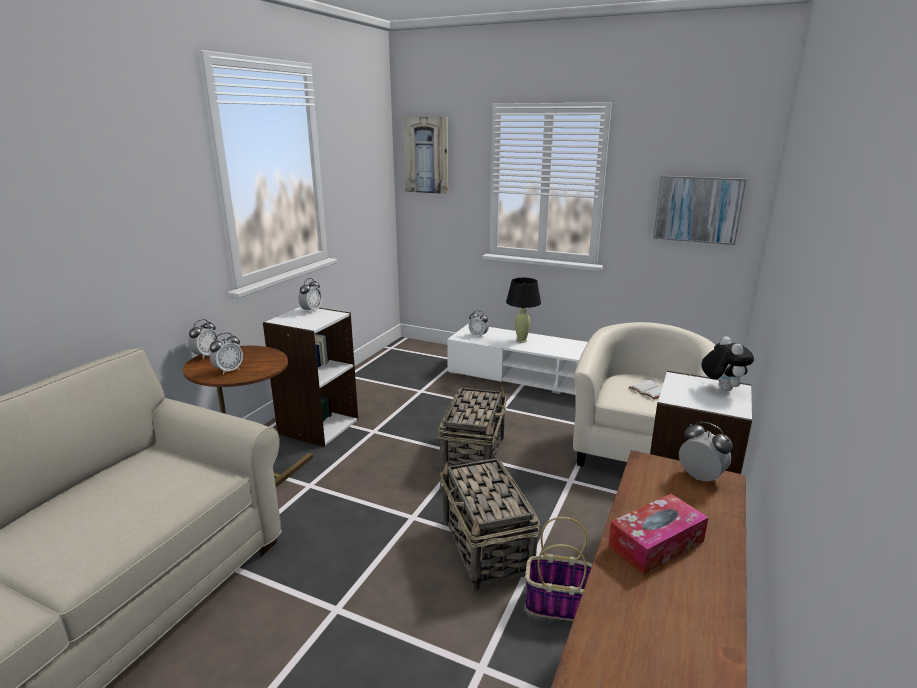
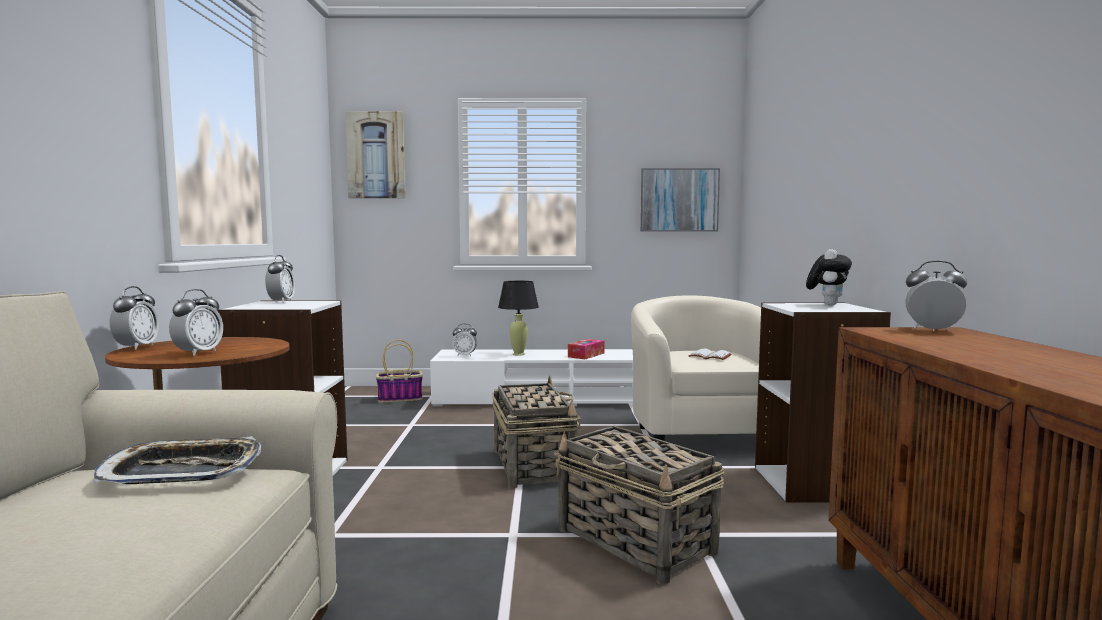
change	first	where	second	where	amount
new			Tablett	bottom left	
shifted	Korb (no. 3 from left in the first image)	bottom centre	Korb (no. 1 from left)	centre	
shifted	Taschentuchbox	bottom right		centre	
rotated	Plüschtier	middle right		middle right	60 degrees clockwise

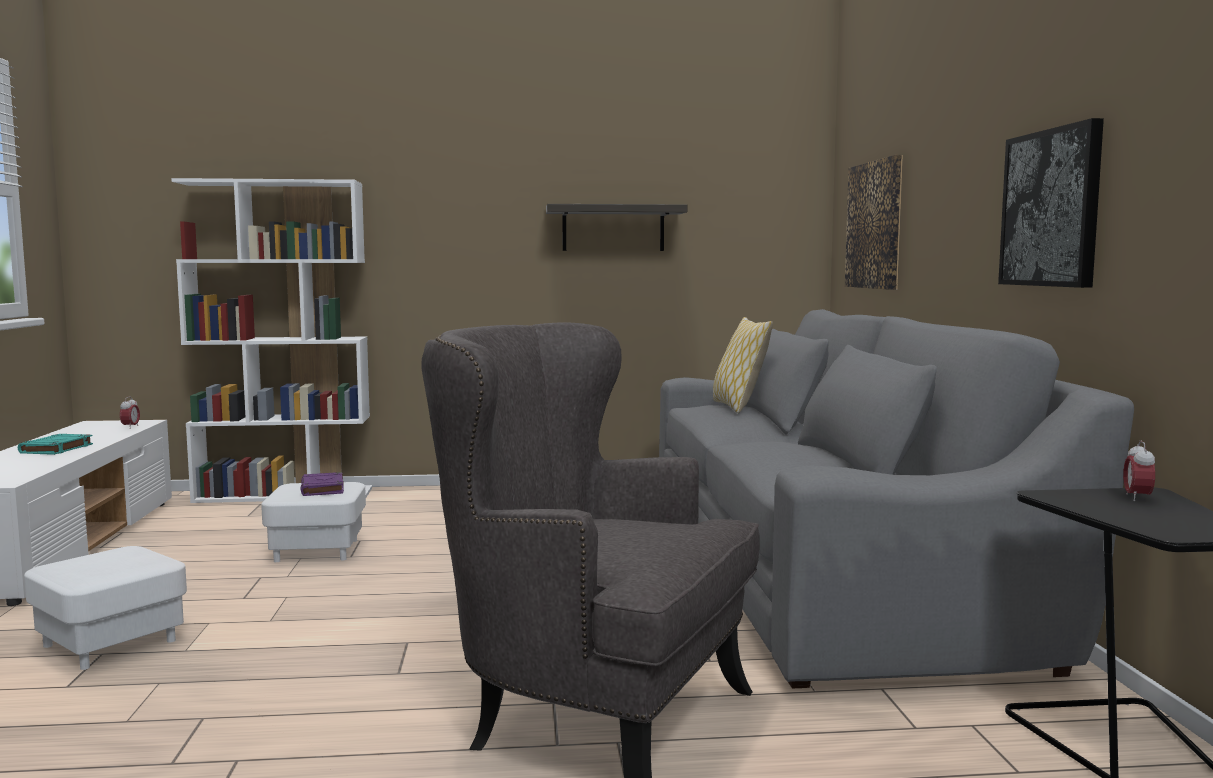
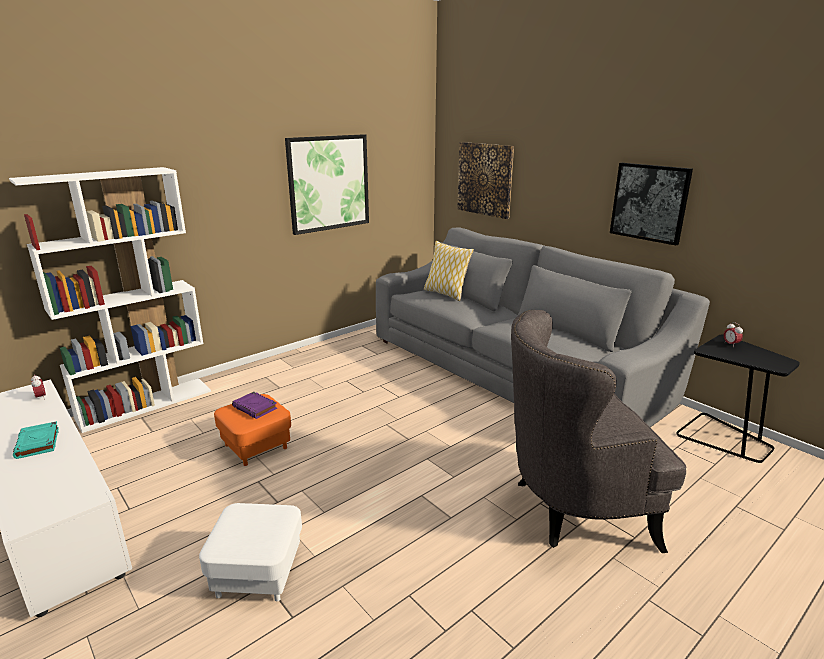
change	first	where	second	where	amount
swapped	Wandregal	top centre	Bild (no. 1 from left)	top centre	
repainted	Polsterhocker/weiß (no. 2 from left)	bottom left	Polsterhocker/orange	middle left	

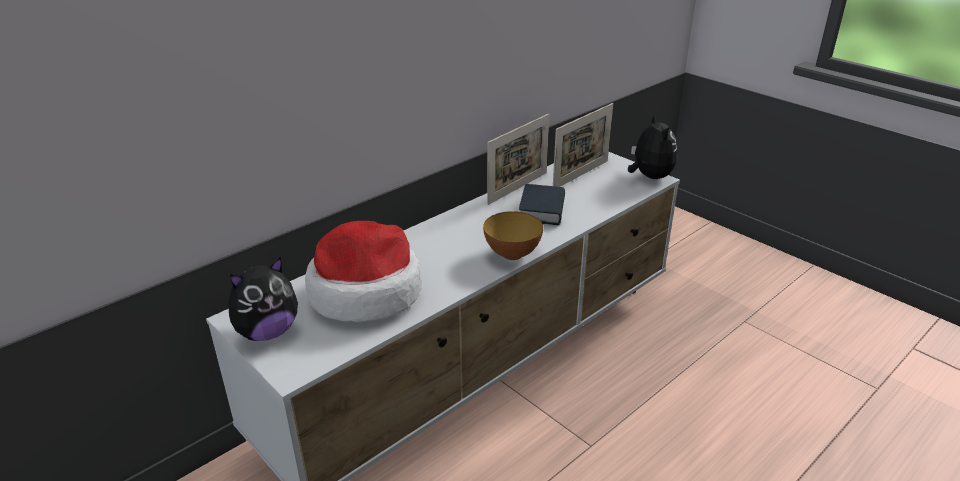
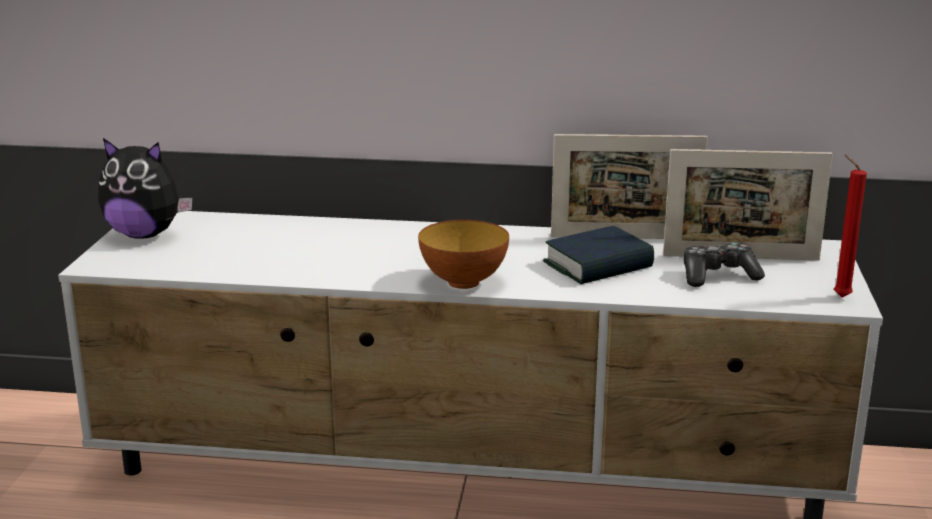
change	first	where	second	where	amount
gone	Hut	centre			
new			Gamepad	middle right	
swapped	Plüschtier (no. 2 from left)	top right	Kerze/rot	middle right	

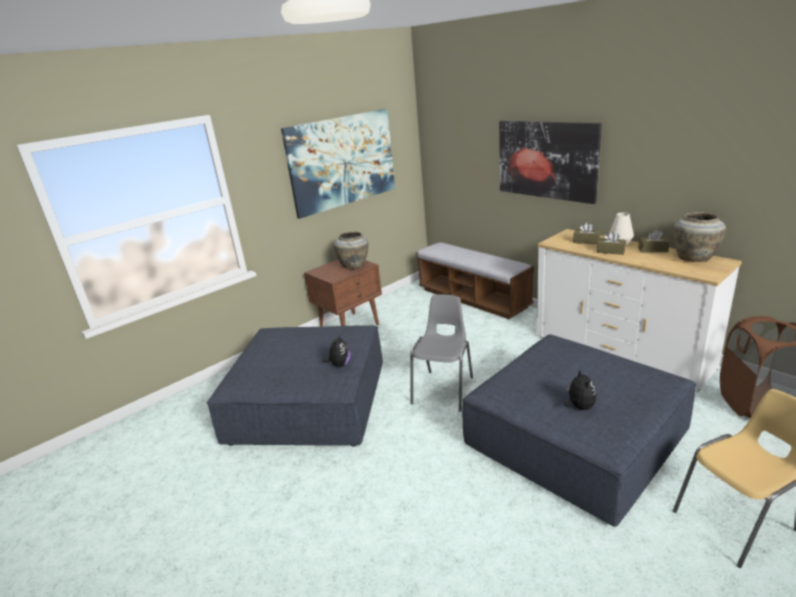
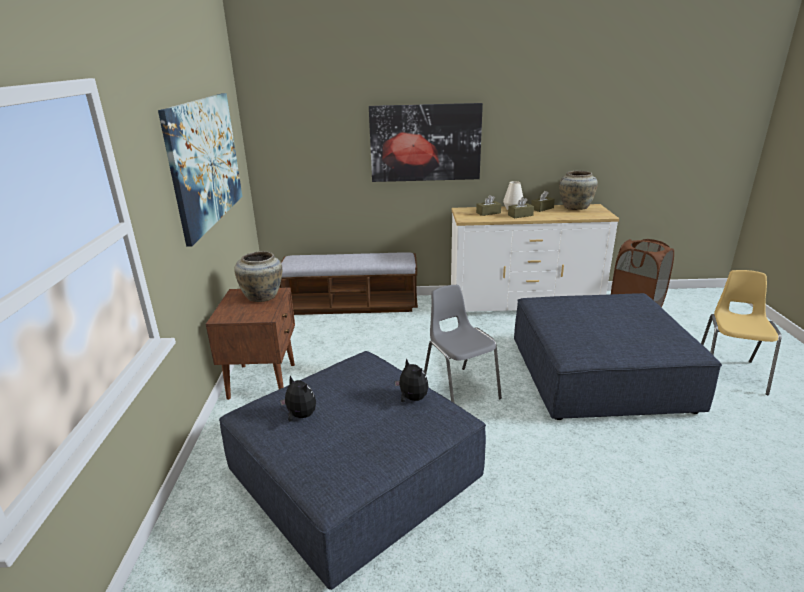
change	first	where	second	where	amount
shifted	Plüschtier (no. 2 from left in the first image)	middle right	Plüschtier (no. 1 from left)	bottom centre	

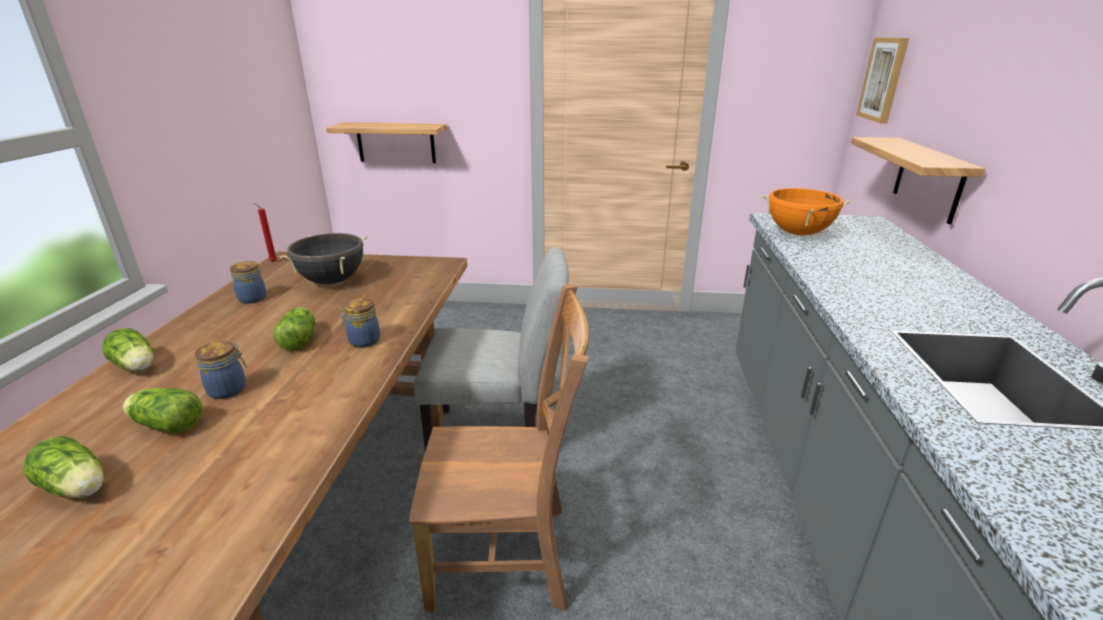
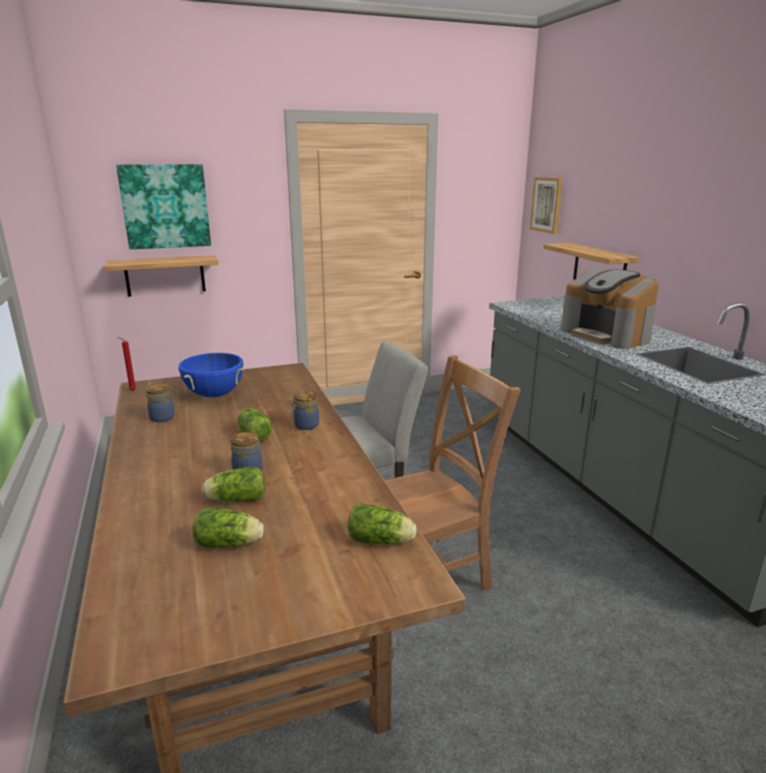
change	first	where	second	where	amount
gone	Kochtopf/orange	middle right			
new			Bild (no. 1 from left)	top left	
new			Kaffeemaschine	middle right	
shifted	Salatkopf (no. 2 from left in the first image)	middle left	Salatkopf (no. 4 from left)	bottom centre	
repainted	Kochtopf/schwarz	middle left	Kochtopf/blau	middle left	

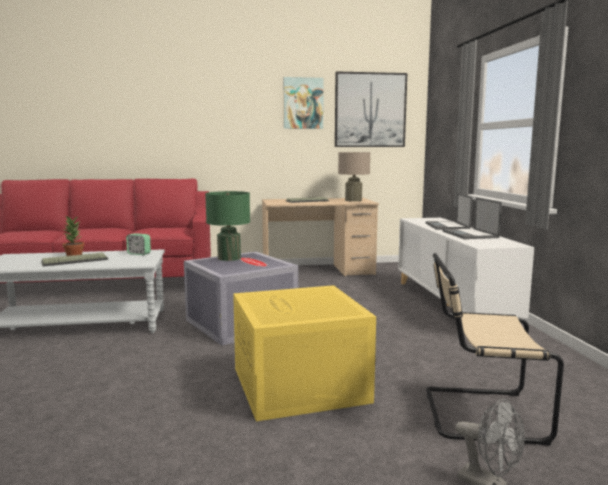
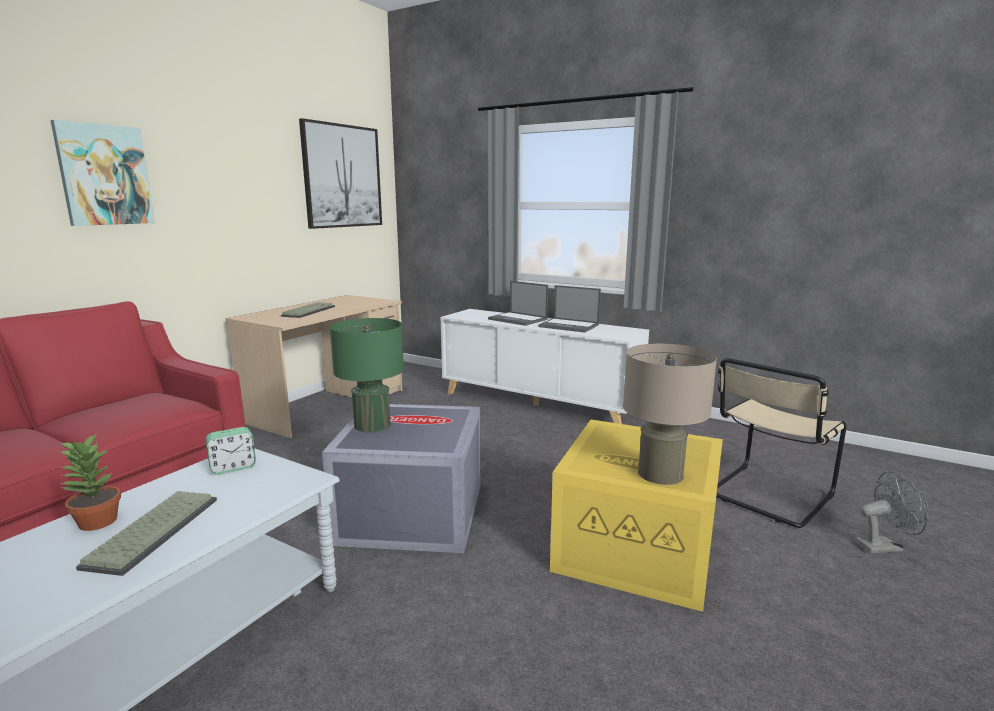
change	first	where	second	where	amount
shifted	Bild (no. 1 from left)	top centre		top left	
shifted	Tischlampe/beige	centre		middle right	

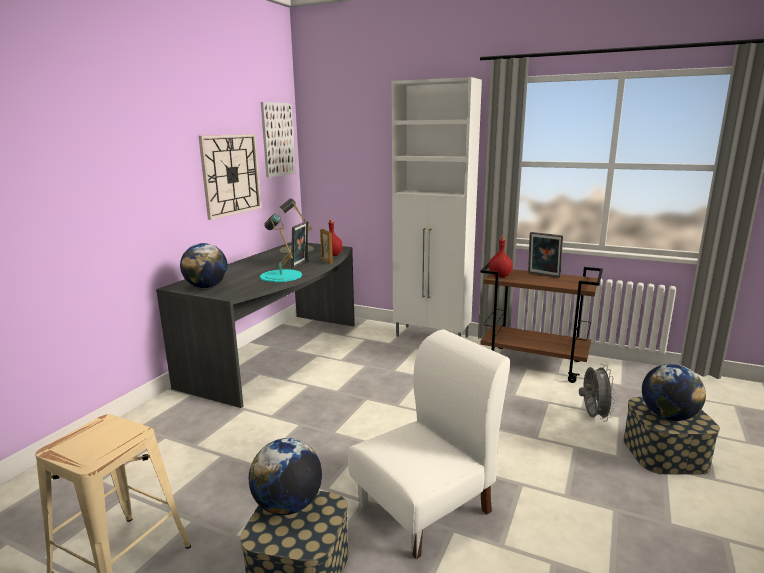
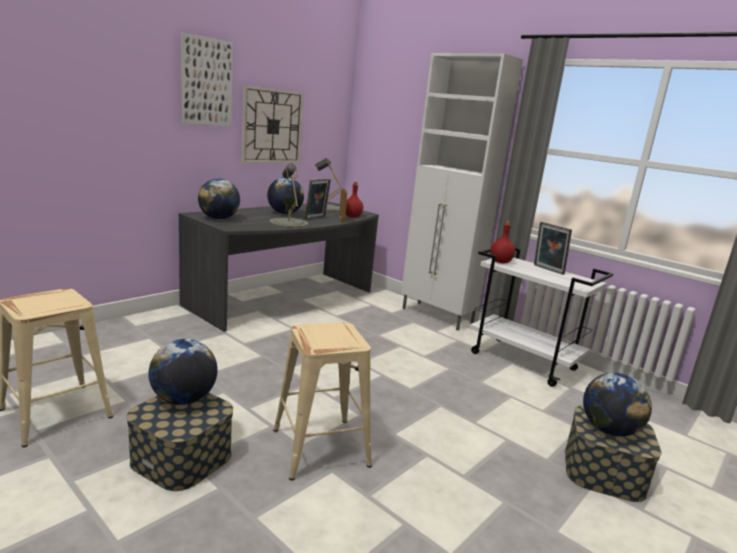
change	first	where	second	where	amount
gone	Ventilator/grau	bottom right			
new			Globus (no. 3 from left)	centre	
shifted	Bild	top centre		top left	
swapped	Stuhl/weiß	bottom centre	Hocker/beige (no. 2 from left)	bottom centre	
repainted	Tischlampe/türkis	centre	Tischlampe/grau (no. 1 from left)	centre	
repainted	Rollwagen/braun	middle right	Rollwagen/weiß	middle right	

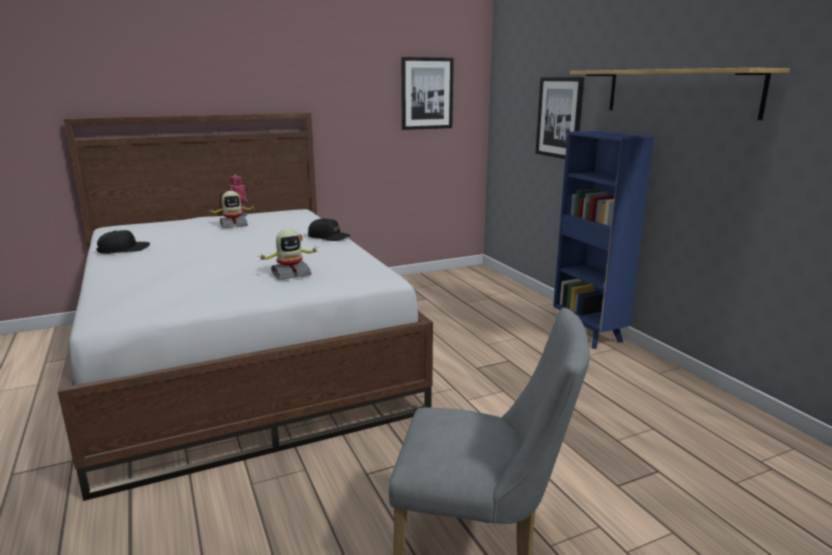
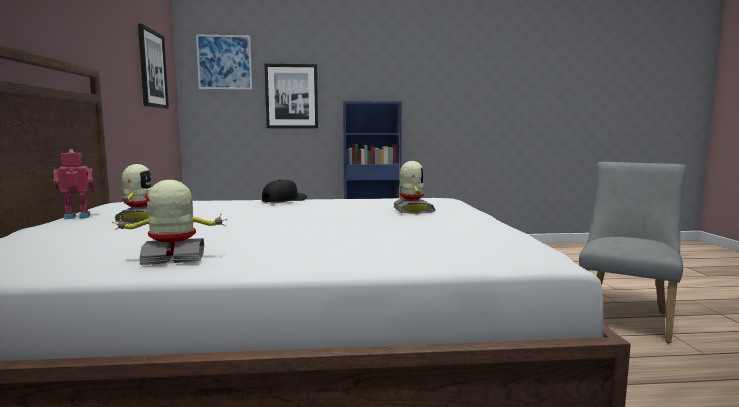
change	first	where	second	where	amount
gone	Wandregal	top right			
new			Bild (no. 2 from left)	top left	
swapped	Kappe/schwarz (no. 1 from left)	middle left	Spielzeugroboter (no. 3 from left)	middle left	

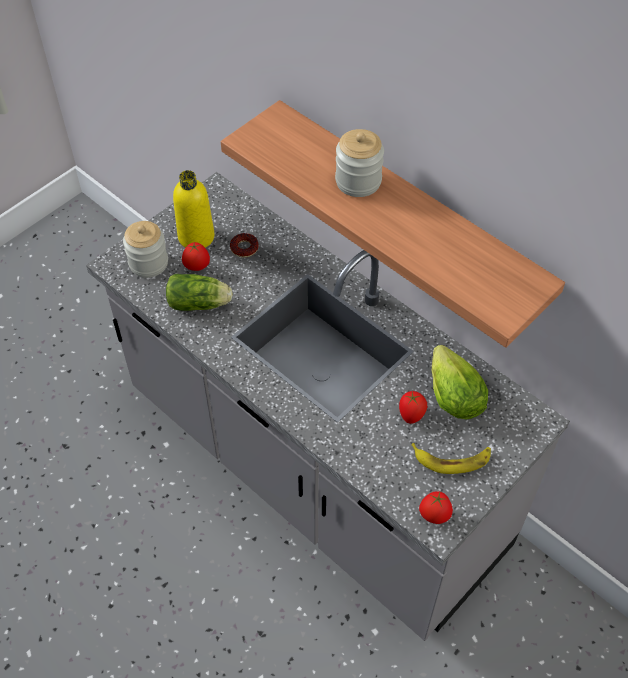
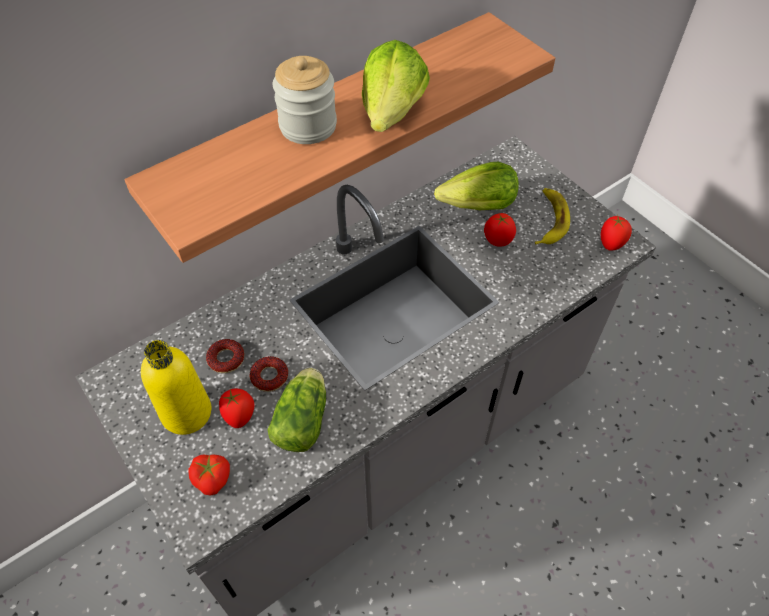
change	first	where	second	where	amount
new			Donut (no. 2 from left)	centre	
new			Salatkopf (no. 2 from left)	top centre	
swapped	Vorratsglas (no. 1 from left)	middle left	Tomate (no. 1 from left)	bottom left	

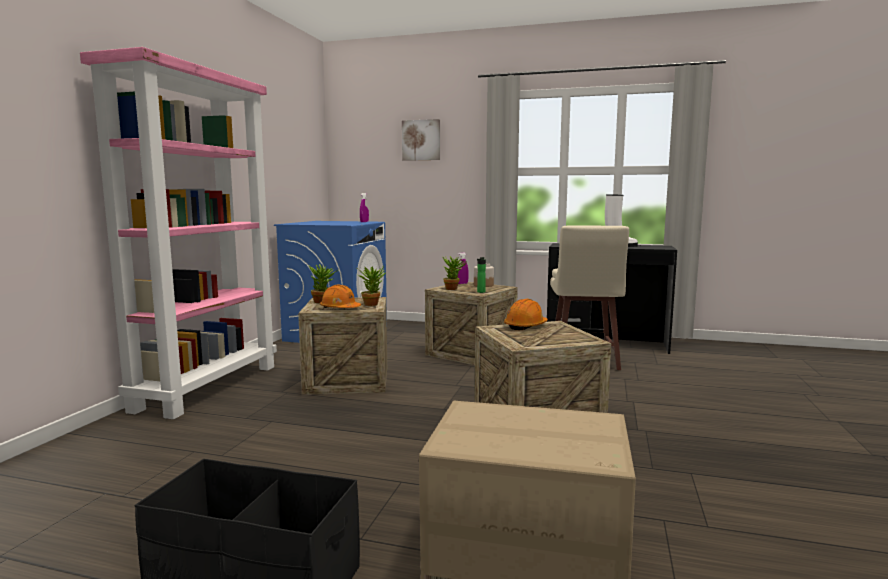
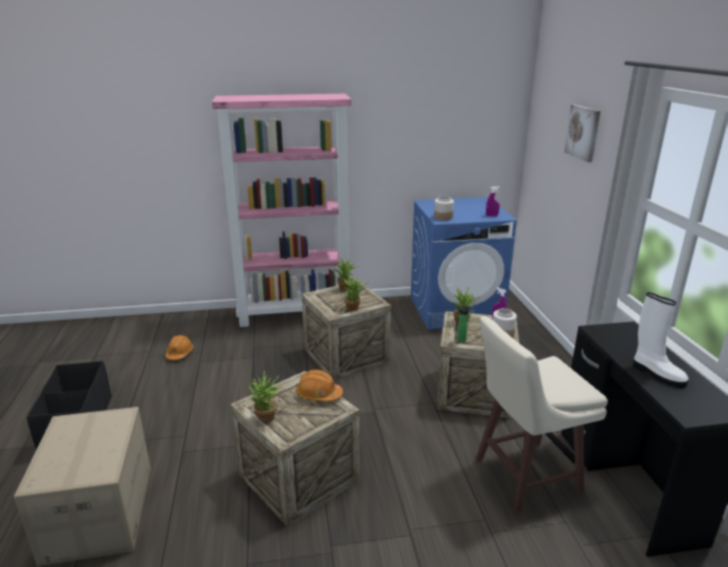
change	first	where	second	where	amount
new			Topfpflanze (no. 1 from left)	bottom centre	
new			Vorratsglas (no. 1 from left)	centre	
shifted	Schutzhelm/orange (no. 1 from left)	centre		middle left	

